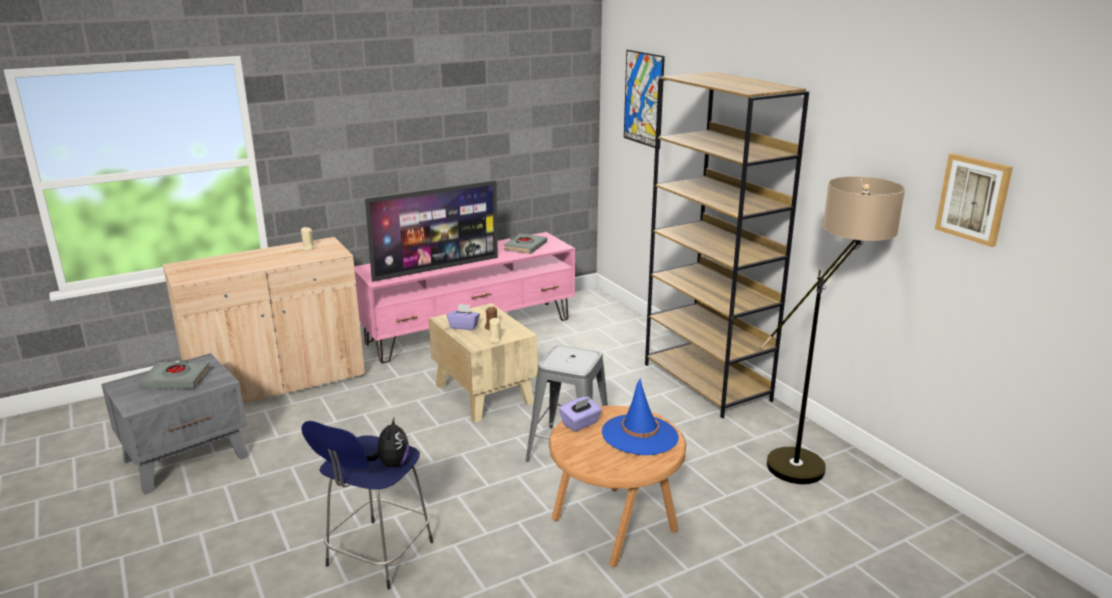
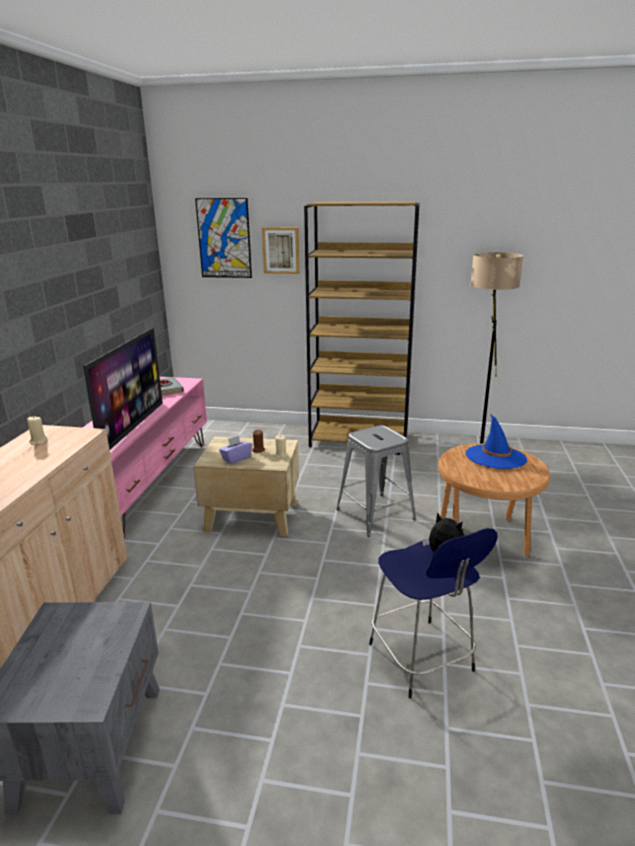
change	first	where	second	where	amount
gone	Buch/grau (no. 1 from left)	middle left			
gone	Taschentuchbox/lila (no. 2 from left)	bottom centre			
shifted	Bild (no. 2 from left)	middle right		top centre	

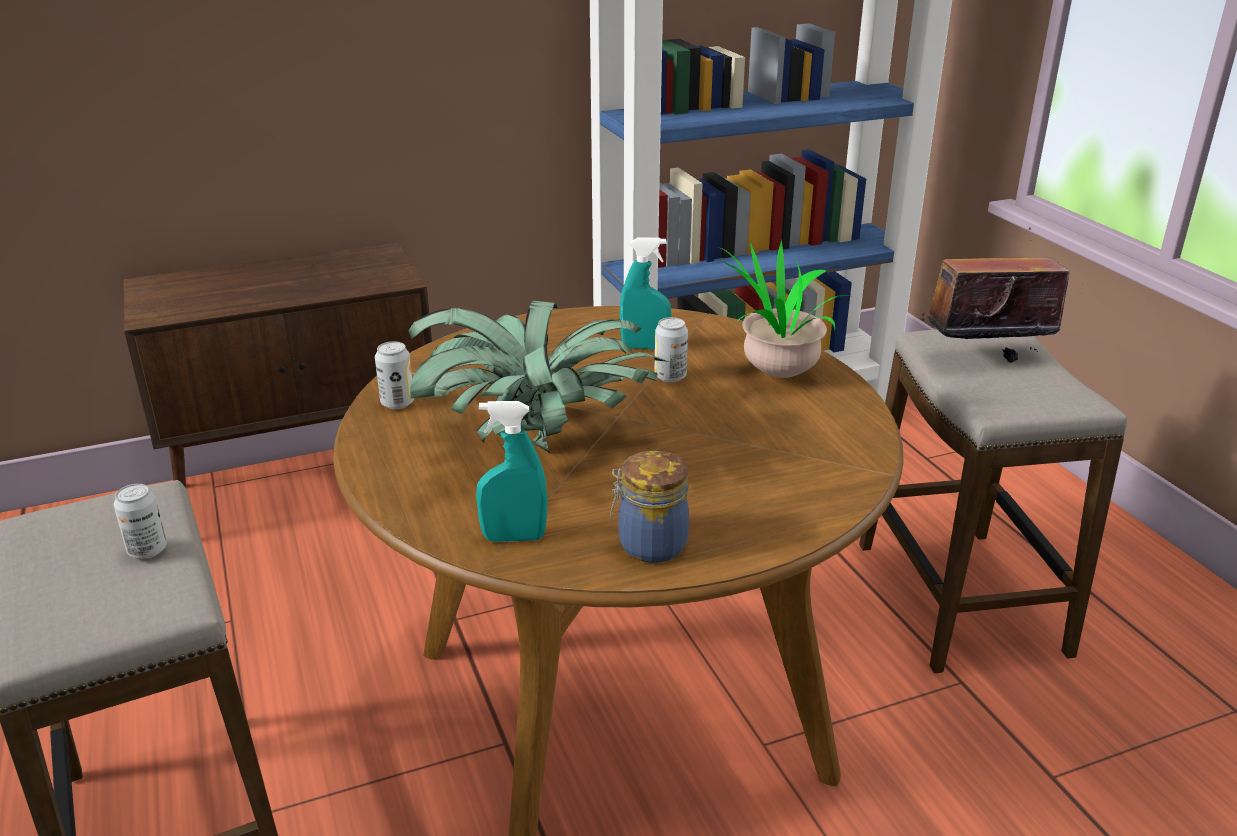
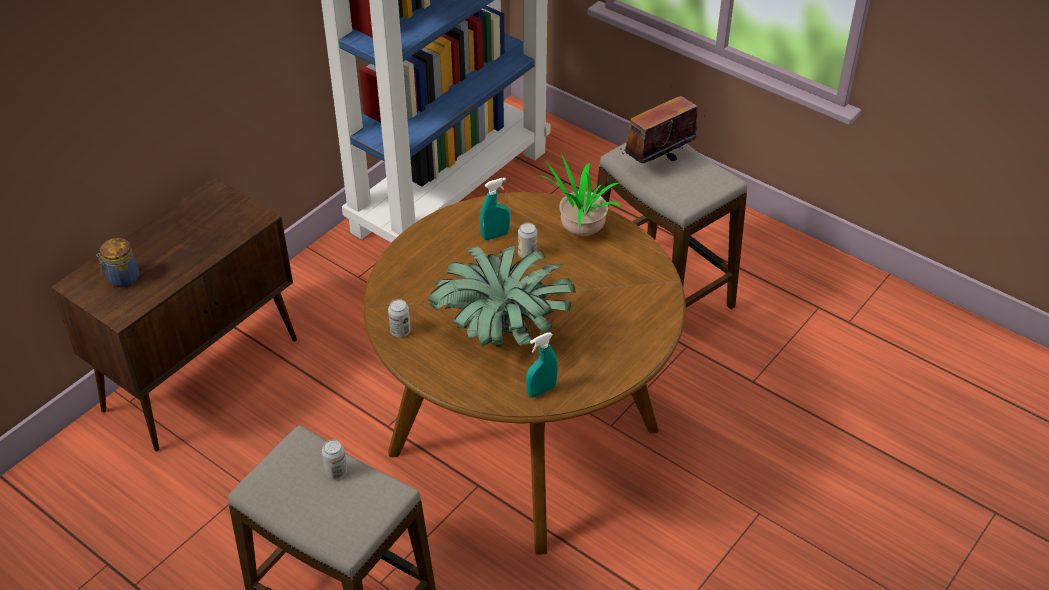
change	first	where	second	where	amount
shifted	Vorratsglas	centre		middle left	

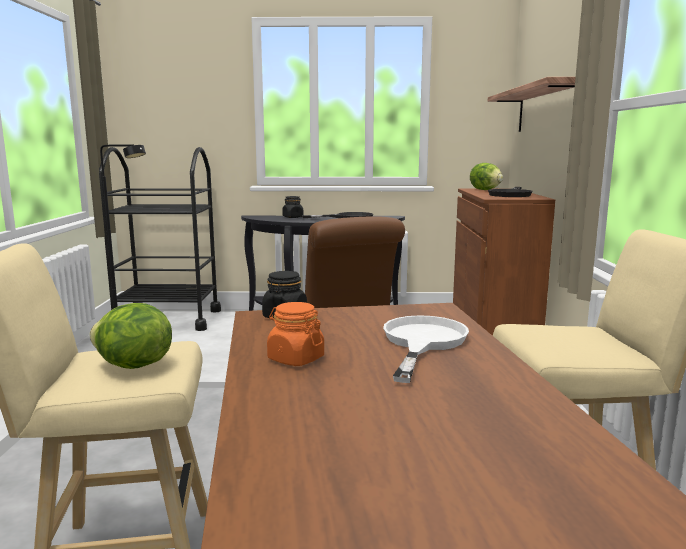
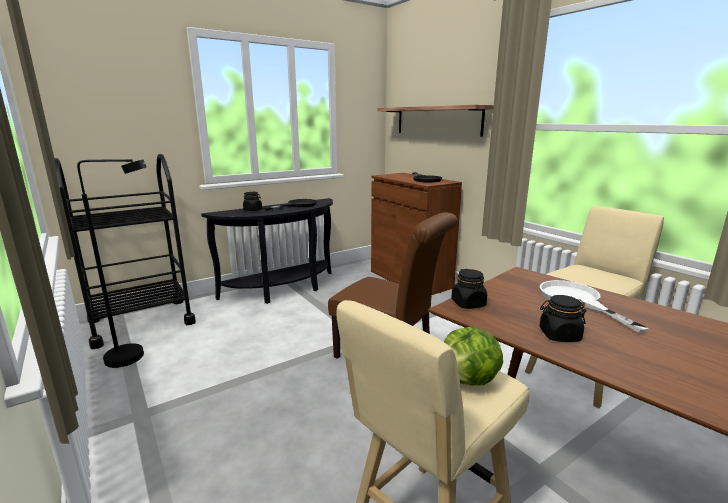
change	first	where	second	where	amount
gone	Salatkopf (no. 2 from left)	top right			
repainted	Vorratsglas/orange	centre	Vorratsglas/schwarz (no. 3 from left)	middle right	

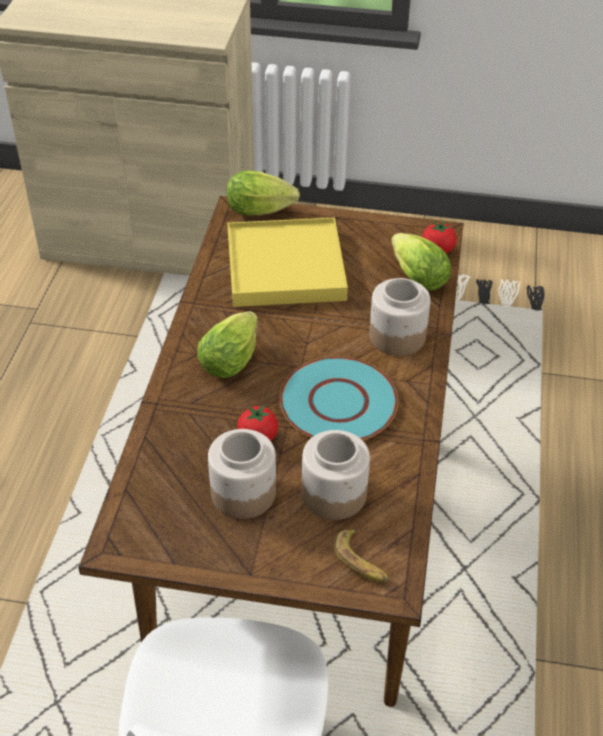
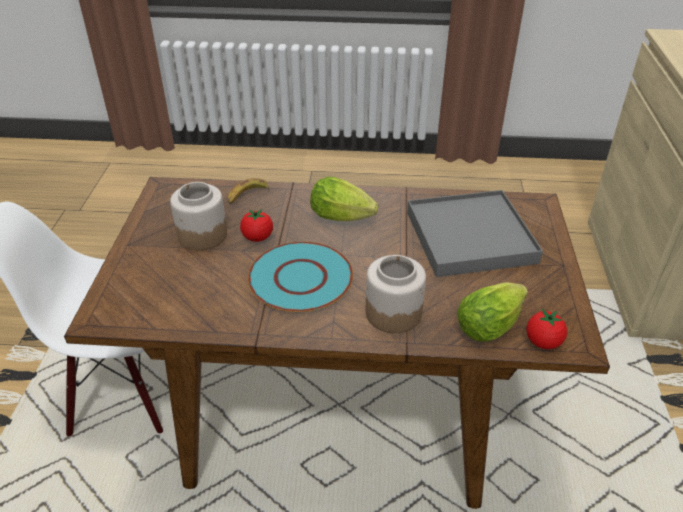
change	first	where	second	where	amount
gone	Salatkopf (no. 2 from left)	top centre			
gone	Vorratsglas (no. 2 from left)	centre			
shifted	Banane	bottom centre		centre	
repainted	Tablett/gelb	centre	Tablett/grau	middle right	

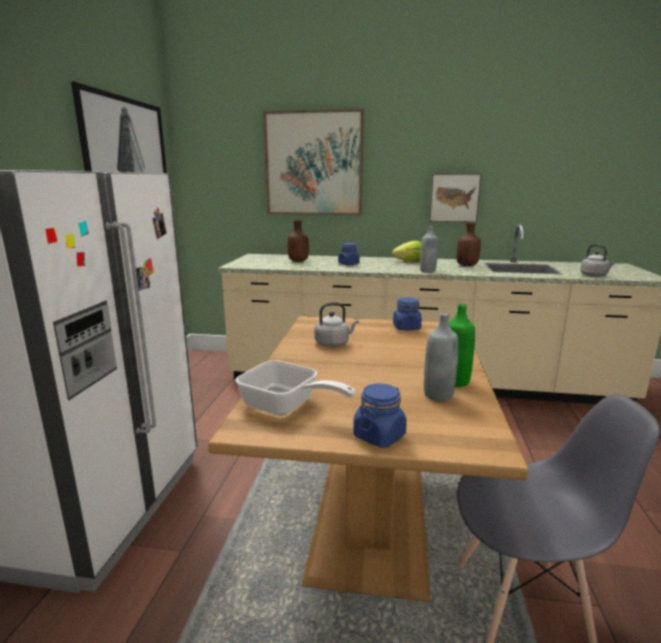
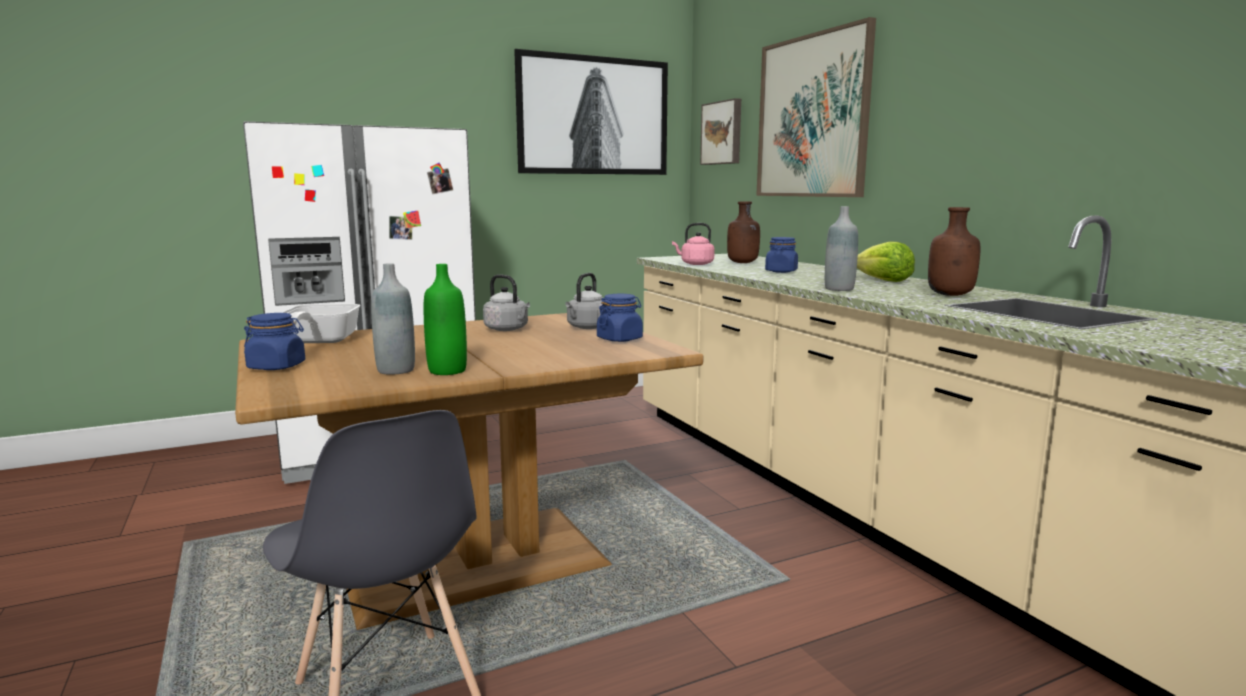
change	first	where	second	where	amount
new			Wasserkessel/rosa	centre	
shifted	Bild (no. 3 from left in the first image)	top right	Bild (no. 2 from left)	top centre	
shifted	Wasserkessel/grau (no. 2 from left)	middle right		centre	

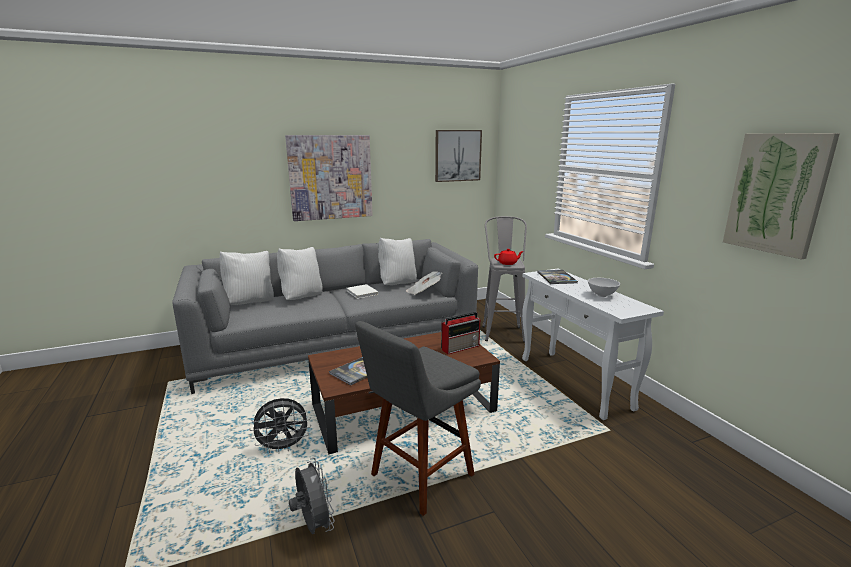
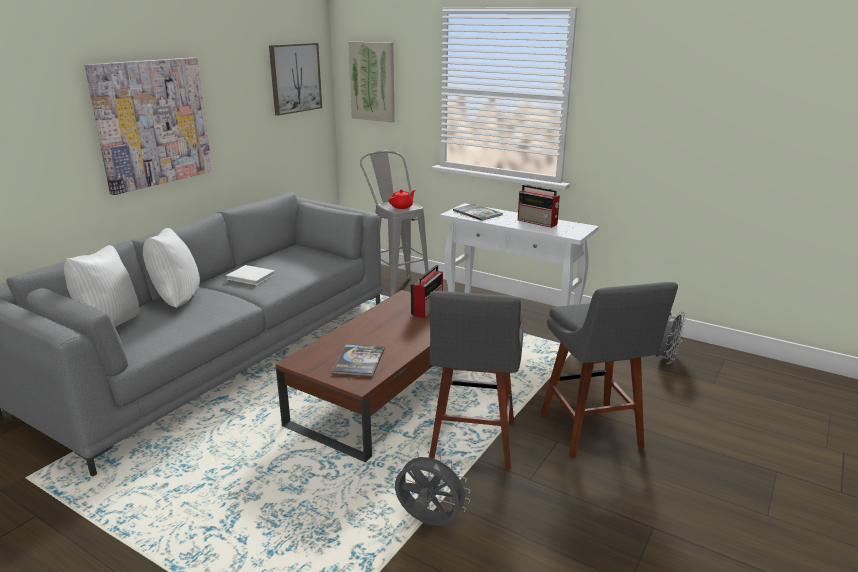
change	first	where	second	where	amount
gone	Kissen/weiß (no. 3 from left)	centre			
gone	Zeitung	centre			
new			Hocker/grau (no. 3 from left)	middle right	
shifted	Ventilator/grau (no. 1 from left in the first image)	bottom left	Ventilator/grau (no. 2 from left)	middle right	
shifted	Bild (no. 3 from left)	middle right		top centre	
swapped	Schüssel/weiß	middle right	Radio (no. 2 from left)	centre	

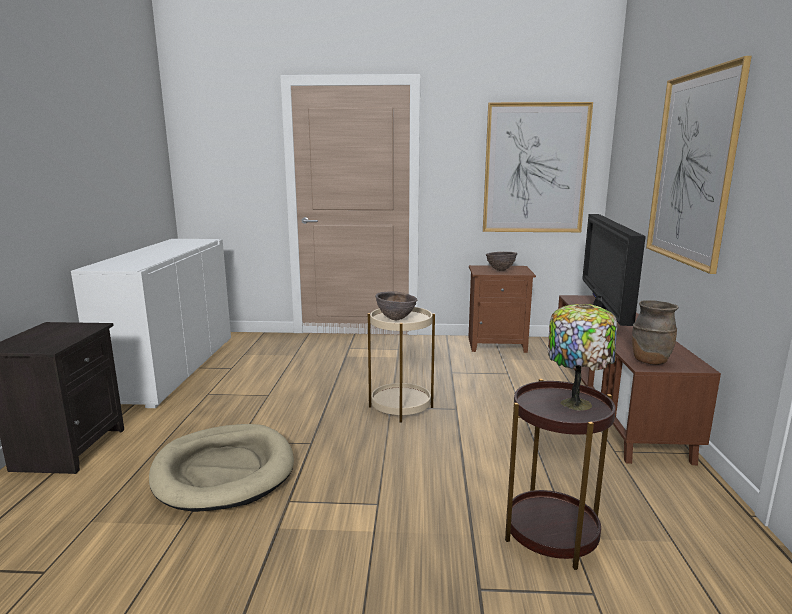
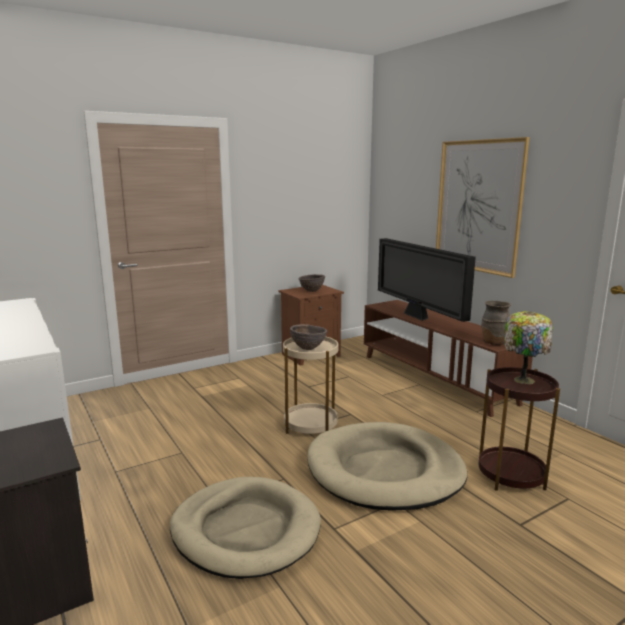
change	first	where	second	where	amount
gone	Bild (no. 1 from left)	top right			
new			Hundebett/beige (no. 2 from left)	bottom centre	

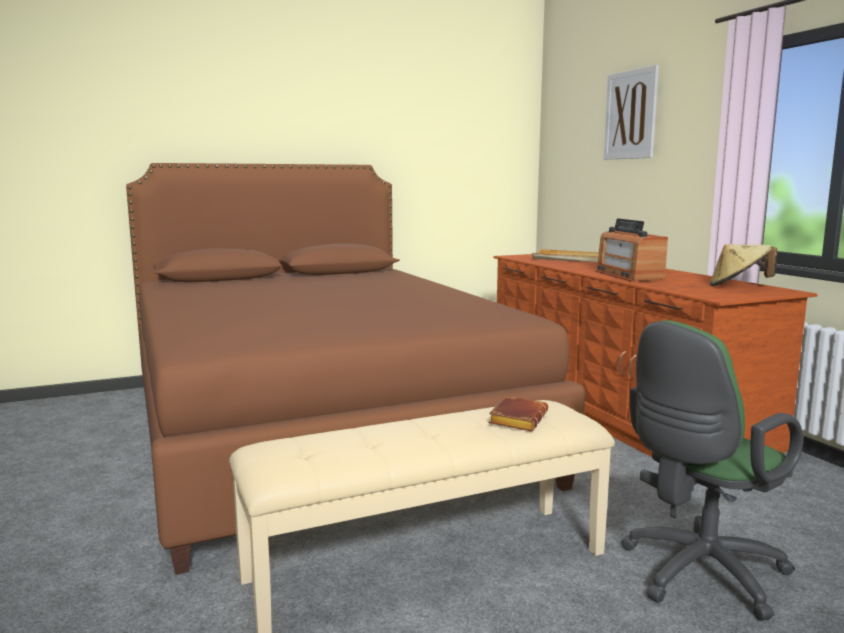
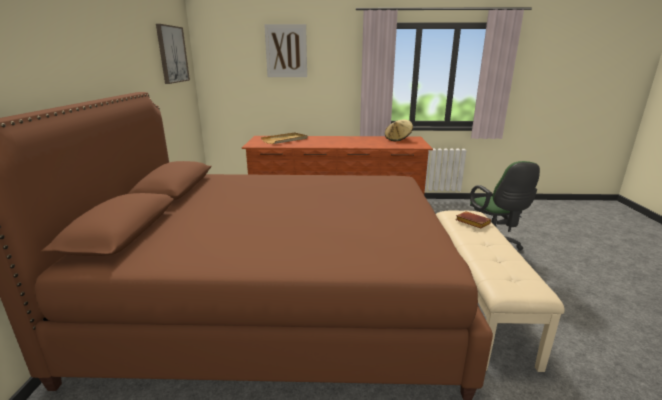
change	first	where	second	where	amount
gone	Radio	middle right			
new			Bild (no. 1 from left)	top left	

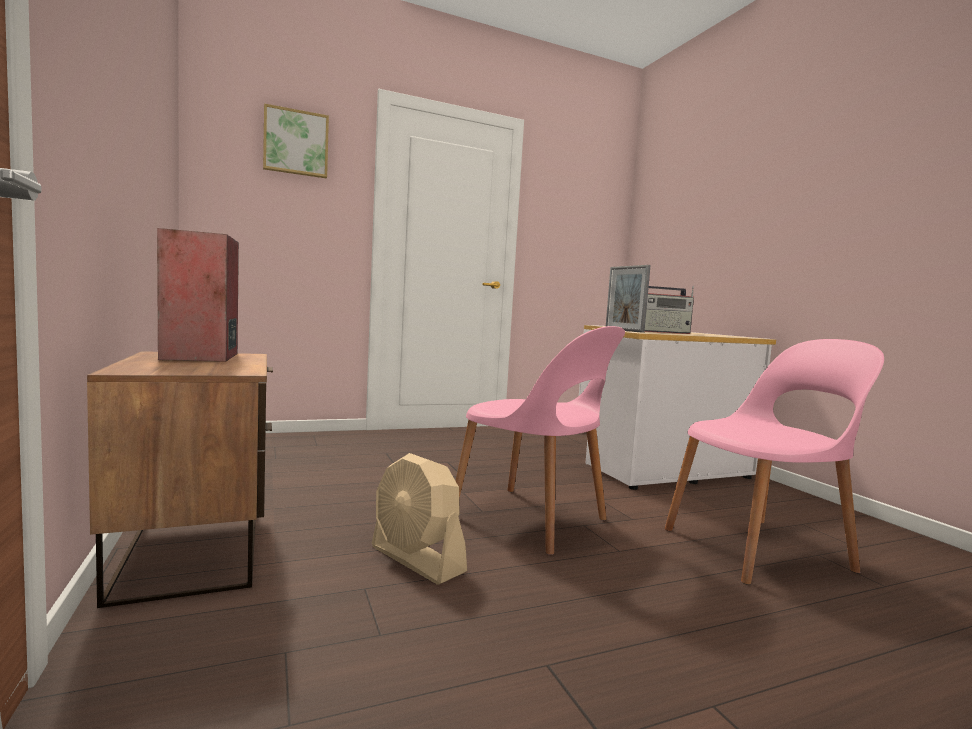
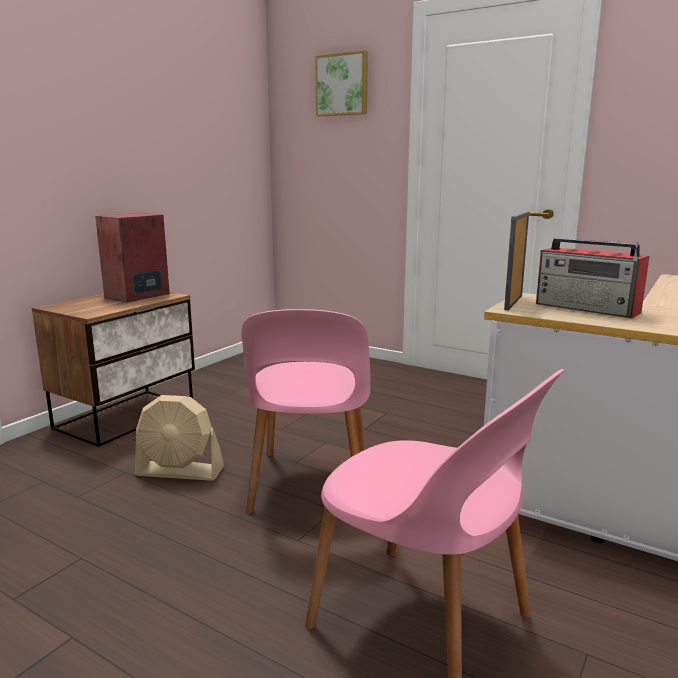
change	first	where	second	where	amount
rotated	Ventilator/beige	bottom centre		middle left	90 degrees counterclockwise

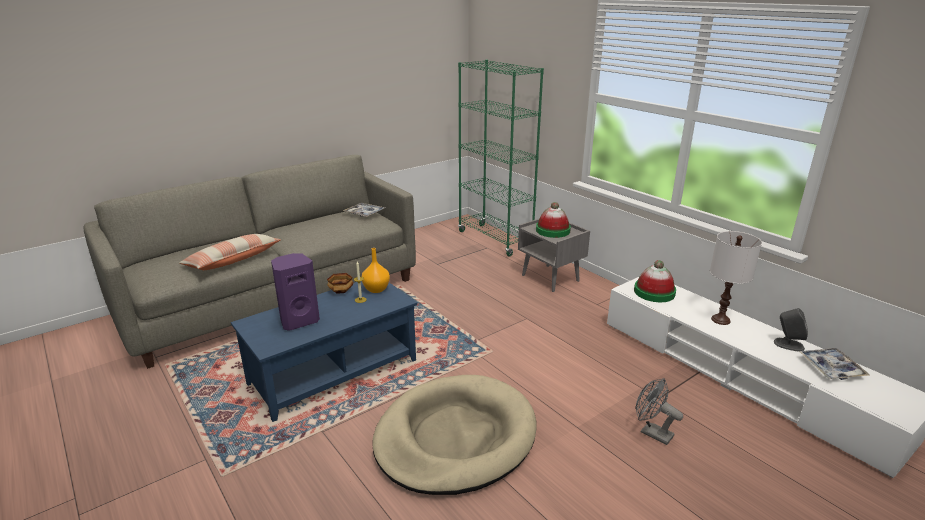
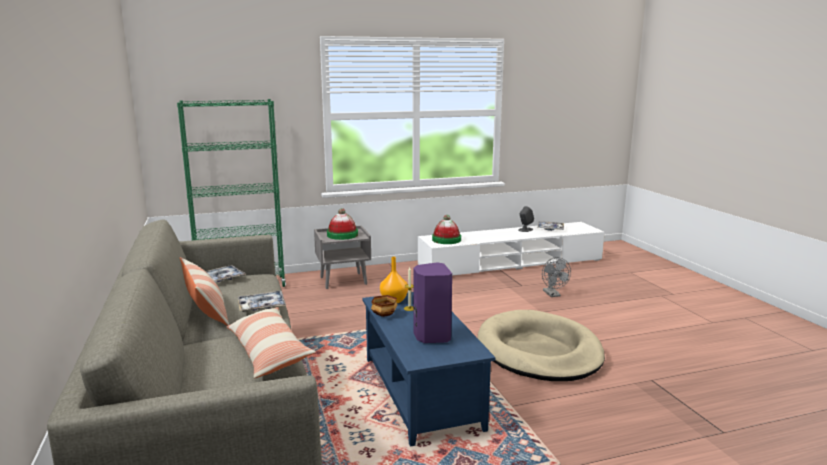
change	first	where	second	where	amount
gone	Tischlampe/weiß	middle right			
new			Kissen (no. 1 from left)	middle left	
new			Tablett (no. 2 from left)	middle left	
rotated	Ventilator/grau	bottom right		middle right	75 degrees counterclockwise

